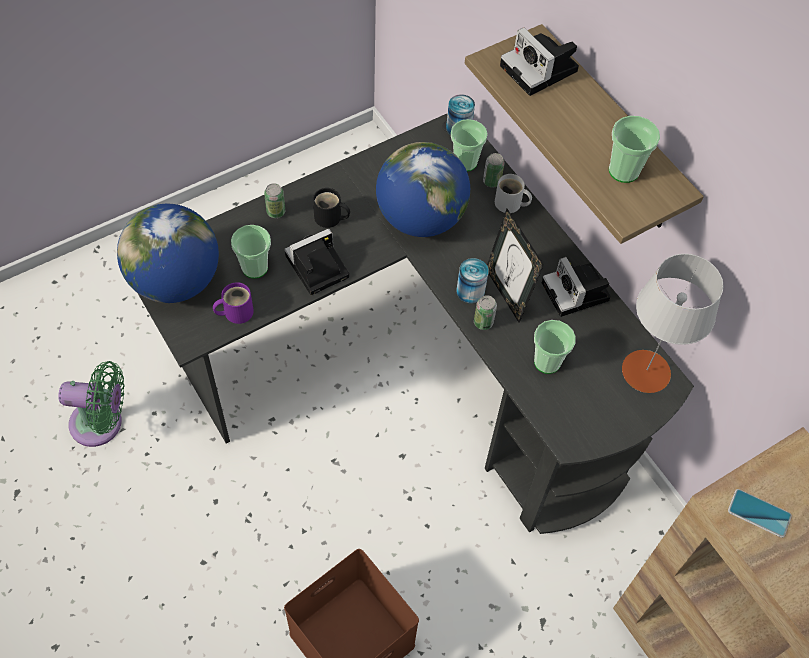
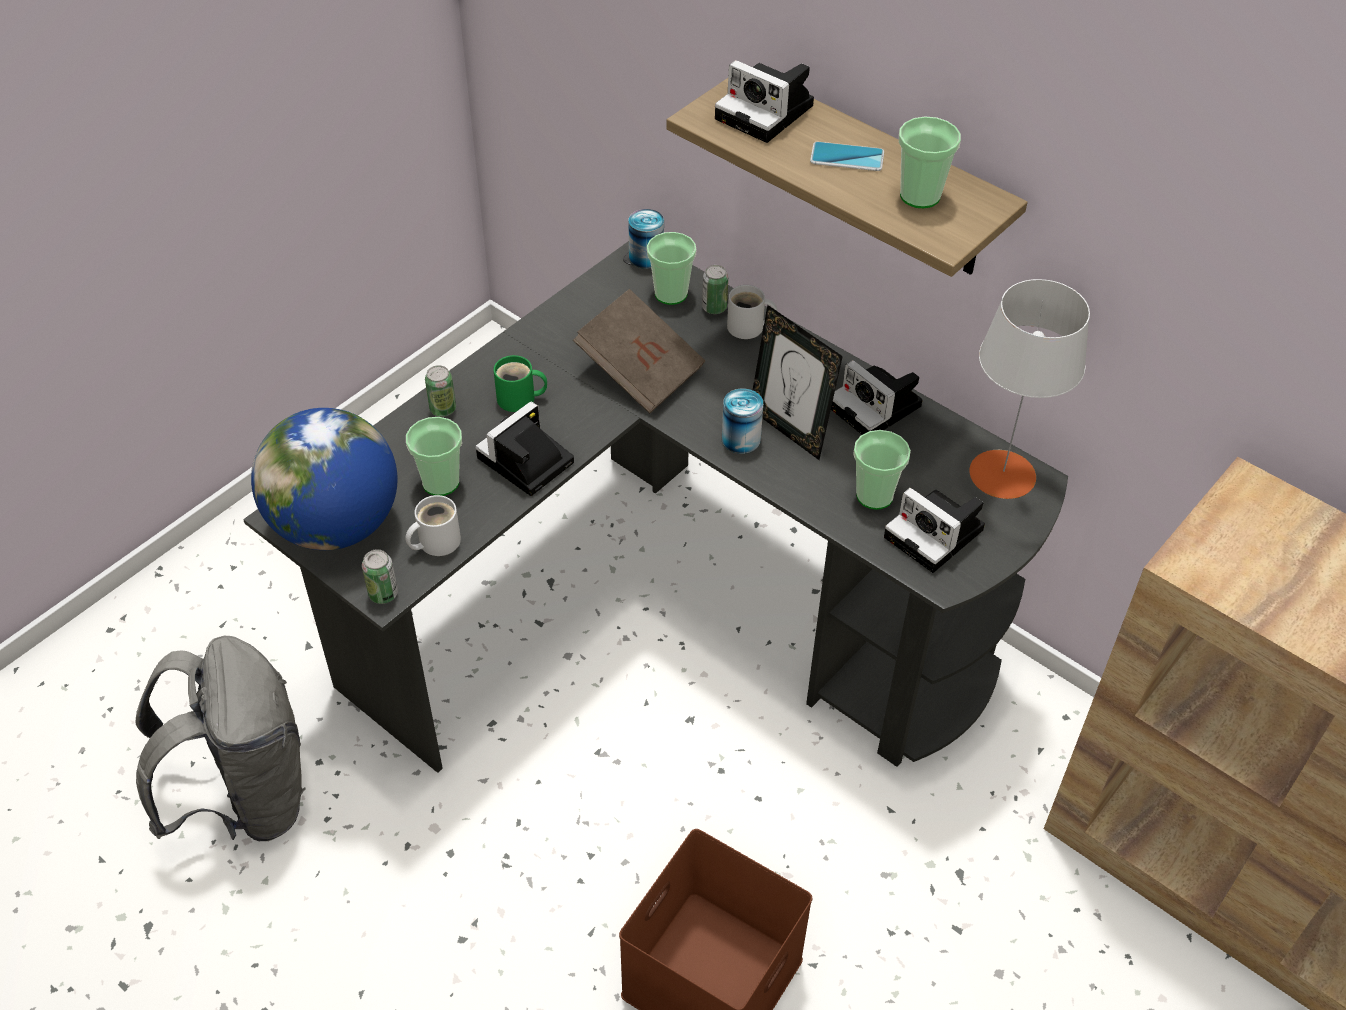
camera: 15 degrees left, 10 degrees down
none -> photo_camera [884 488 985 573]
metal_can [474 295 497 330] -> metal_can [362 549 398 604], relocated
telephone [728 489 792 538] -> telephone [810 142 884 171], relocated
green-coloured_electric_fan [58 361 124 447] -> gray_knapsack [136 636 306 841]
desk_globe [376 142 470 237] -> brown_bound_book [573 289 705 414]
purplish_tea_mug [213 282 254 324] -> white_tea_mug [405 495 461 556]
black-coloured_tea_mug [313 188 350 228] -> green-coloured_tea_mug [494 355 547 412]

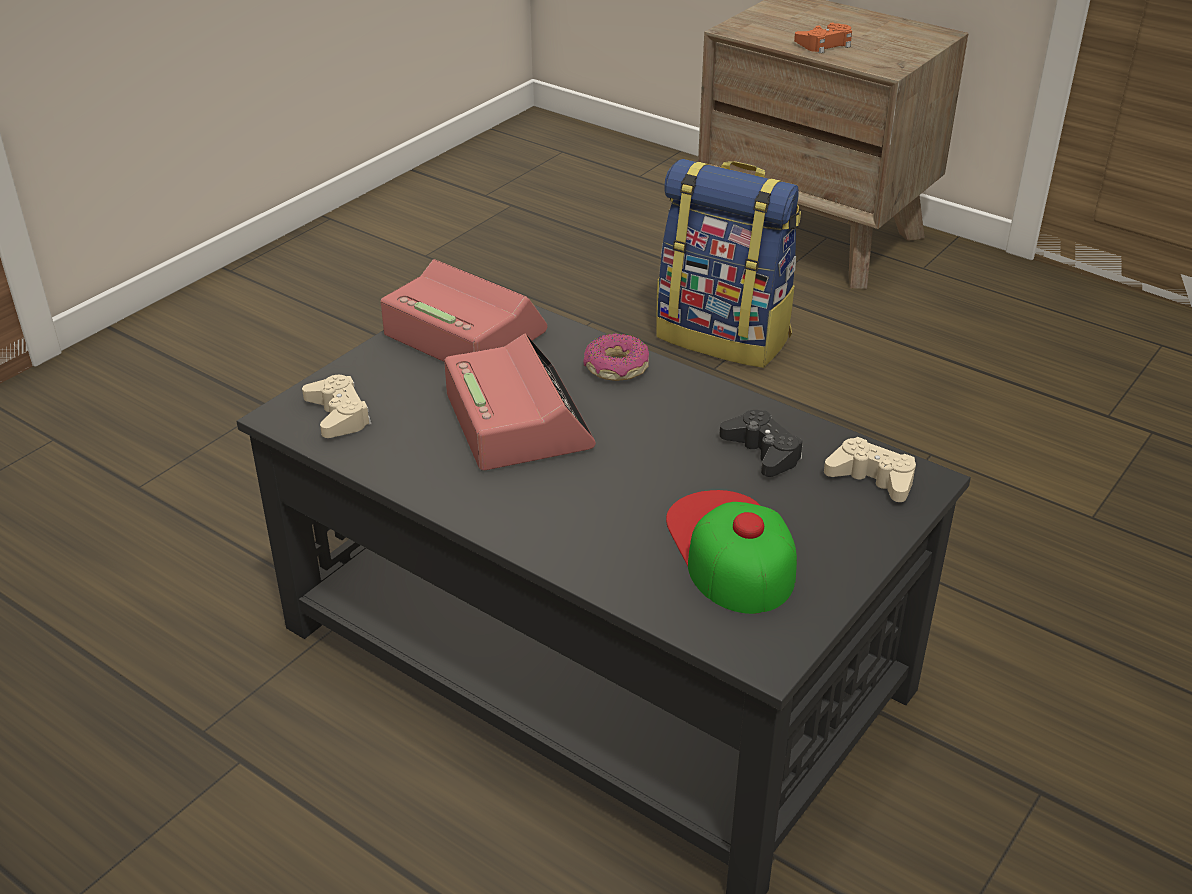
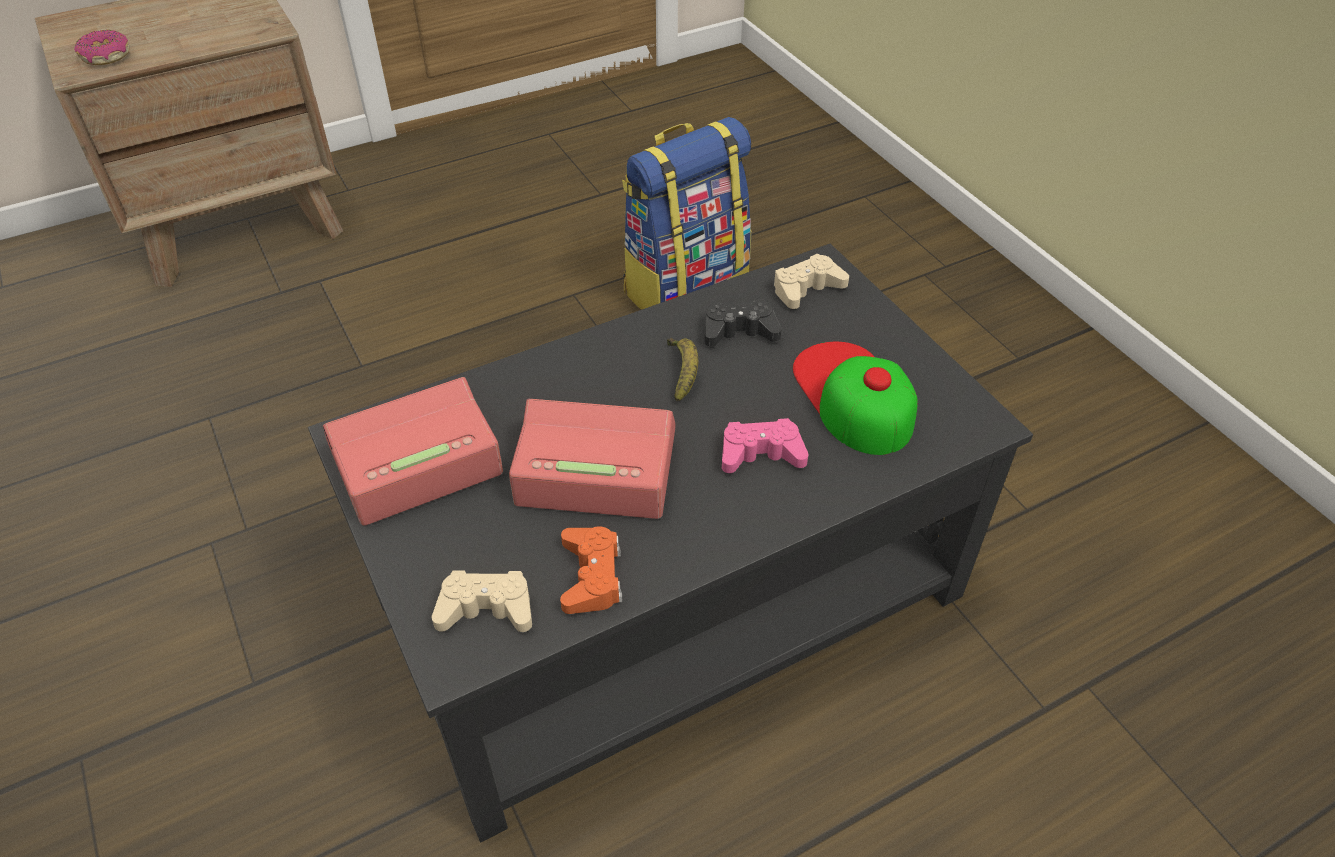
camera: 65 degrees left, 10 degrees up
none -> banana_fruit [667 338 698 401]
none -> pink_joypad [722 418 808 473]
donut [584 333 649 381] -> donut [74 30 130 65], relocated
knapsack [656 159 801 368] -> knapsack [622 117 752 310], relocated
orange_joypad [794 23 852 54] -> orange_joypad [560 526 622 614], relocated
baseball_cap [666 490 797 614] -> baseball_cap [793 342 918 455], 60 degrees clockwise

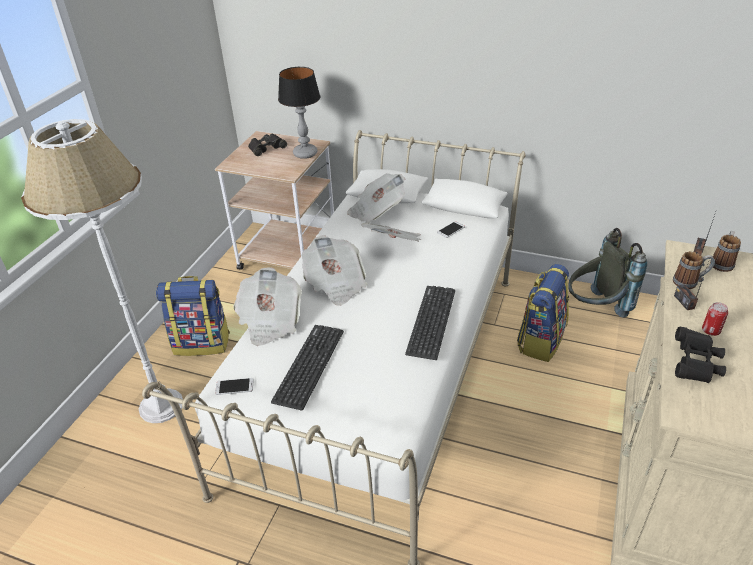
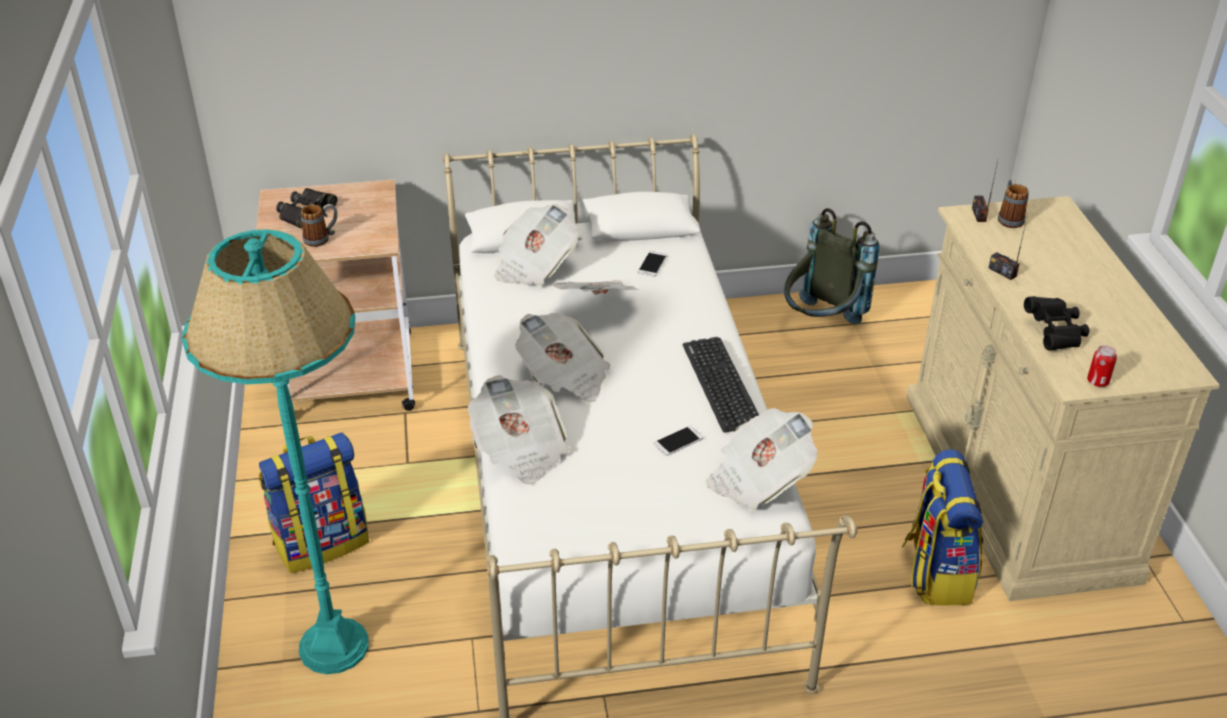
camera: 30 degrees left, 0 degrees up
PC_keyboard [271 325 344 410] -> none
tabletop_lamp [278 67 320 159] -> none
none -> daily_paper [706 408 817 510]
telephone [215 378 254 395] -> telephone [653 426 703 456], relocated
knapsack [517 264 569 362] -> knapsack [902 450 983 605], relocated
tea_mug [673 251 715 289] -> tea_mug [301 204 337 247], relocated
metal_can [702 302 728 336] -> metal_can [1087 345 1117 387], relocated
white_standing_lamp [21 119 183 423] -> turquoise_standing_lamp [181 229 369 674]

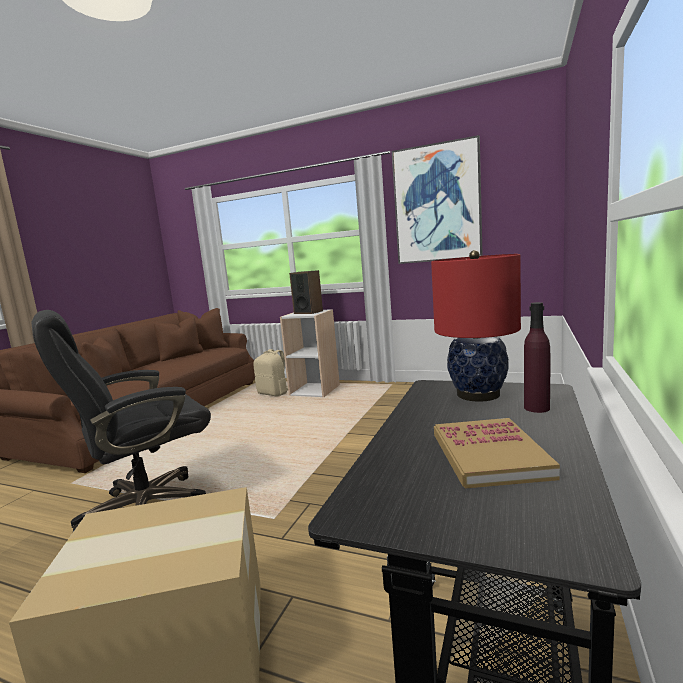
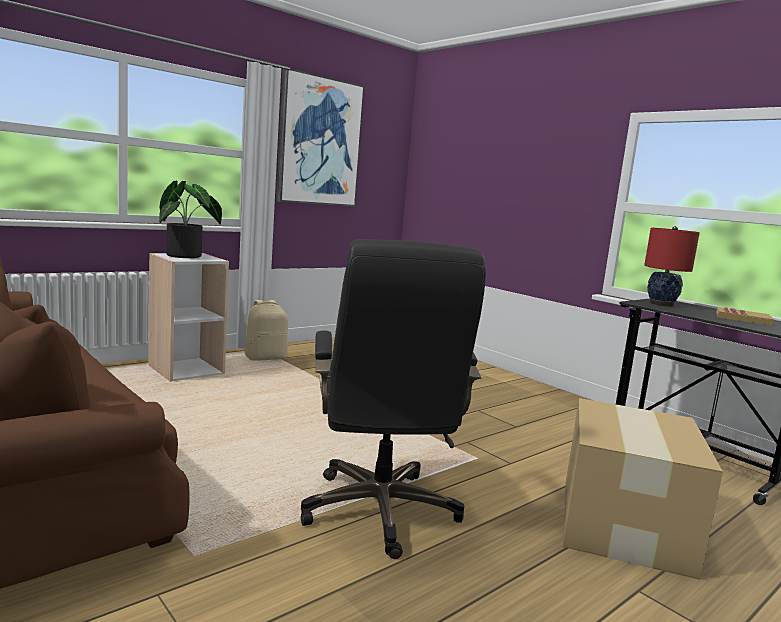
camera: 65 degrees left, 0 degrees up
purplish_drink_bottle [524 302 550 413] -> none
beige_knapsack [253 349 288 397] -> beige_knapsack [244 300 288 361], relocated
loudspeaker [289 270 323 314] -> plant_in_a_pot [159 181 222 258]

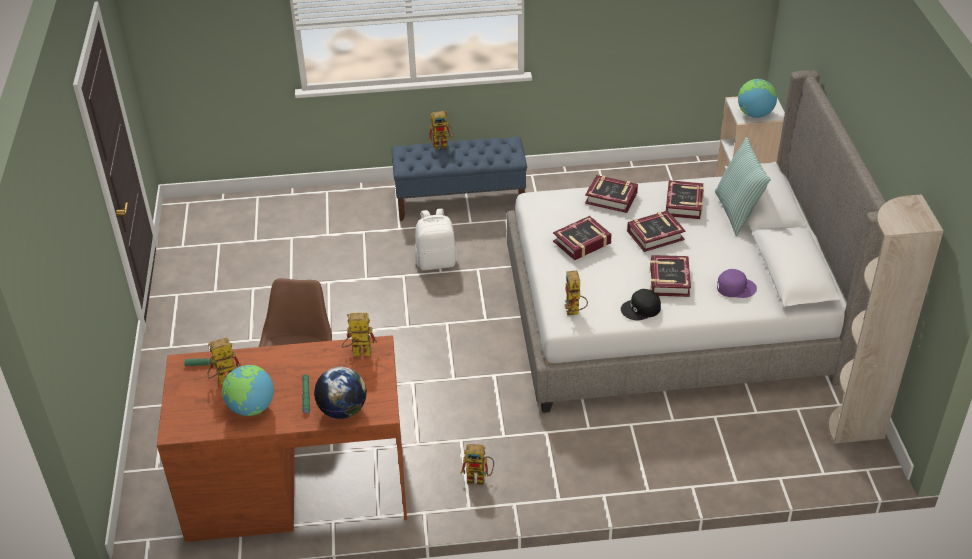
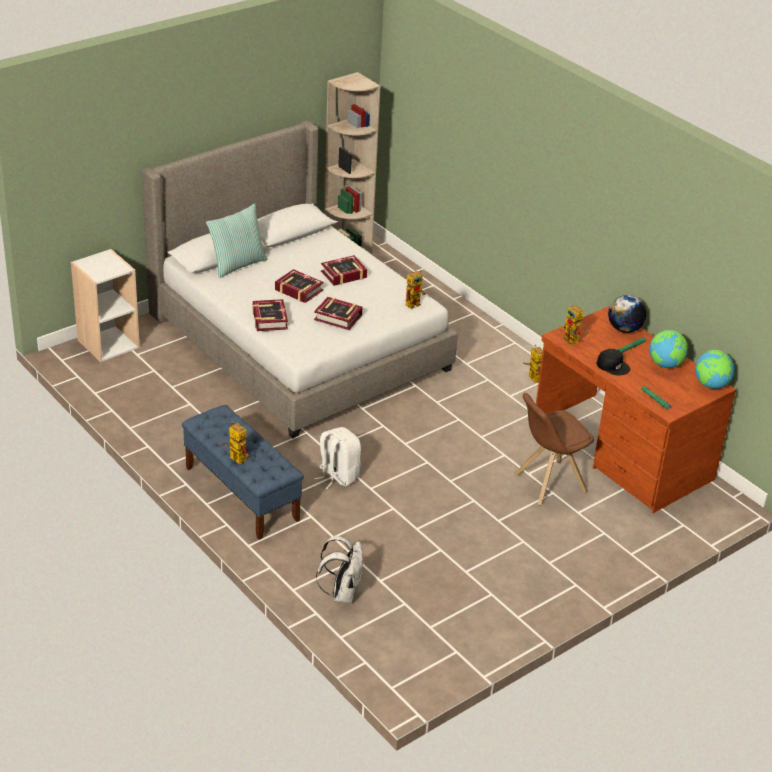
camera: 125 degrees left, 5 degrees down
model_robot [207 338 241 385] -> none
bound_book [666 180 704 219] -> none
purplish_baseball_cap [717 269 757 298] -> none
none -> white_knapsack [316 536 364 604]
black-coloured_baseball_cap [621 289 661 320] -> black-coloured_baseball_cap [596 349 630 376], relocated
desk_globe [738 79 777 118] -> desk_globe [695 350 735 389], relocated

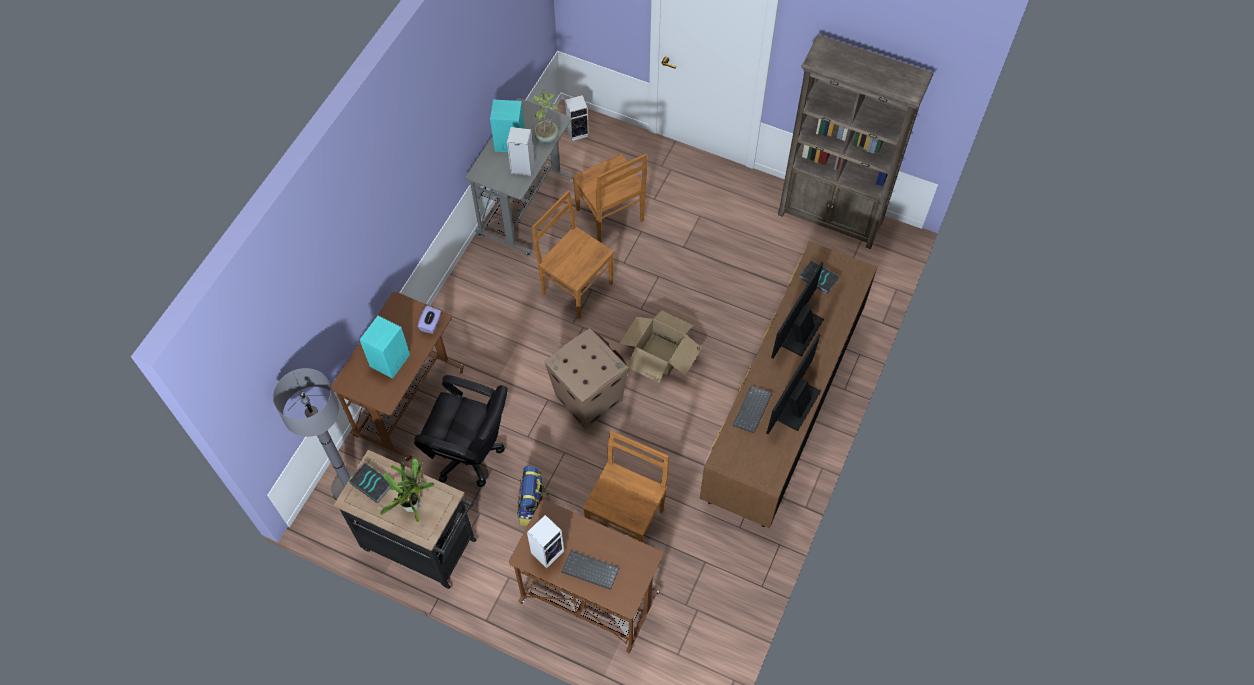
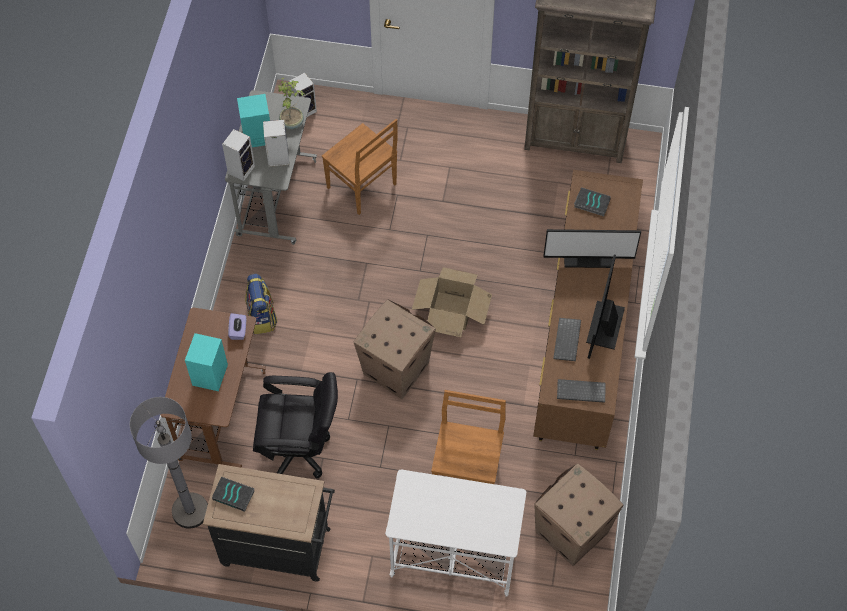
camera: 15 degrees left, 0 degrees up
plant_in_a_pot [380 456 434 522] -> none
brown_plain_chair [532 190 614 319] -> none
none -> packing_box [534 463 624 566]
knapsack [517 466 549 526] -> knapsack [245 274 277 334], relocated
loudspeaker [527 515 564 568] -> loudspeaker [222 129 255 181], relocated
PC_keyboard [561 550 619 590] -> PC_keyboard [557 379 606 403], relocated
brown_desk [509 500 663 653] -> white_desk [385 469 526 597]
monitor [771 261 824 359] -> monitor [544 229 641 268], 105 degrees counterclockwise

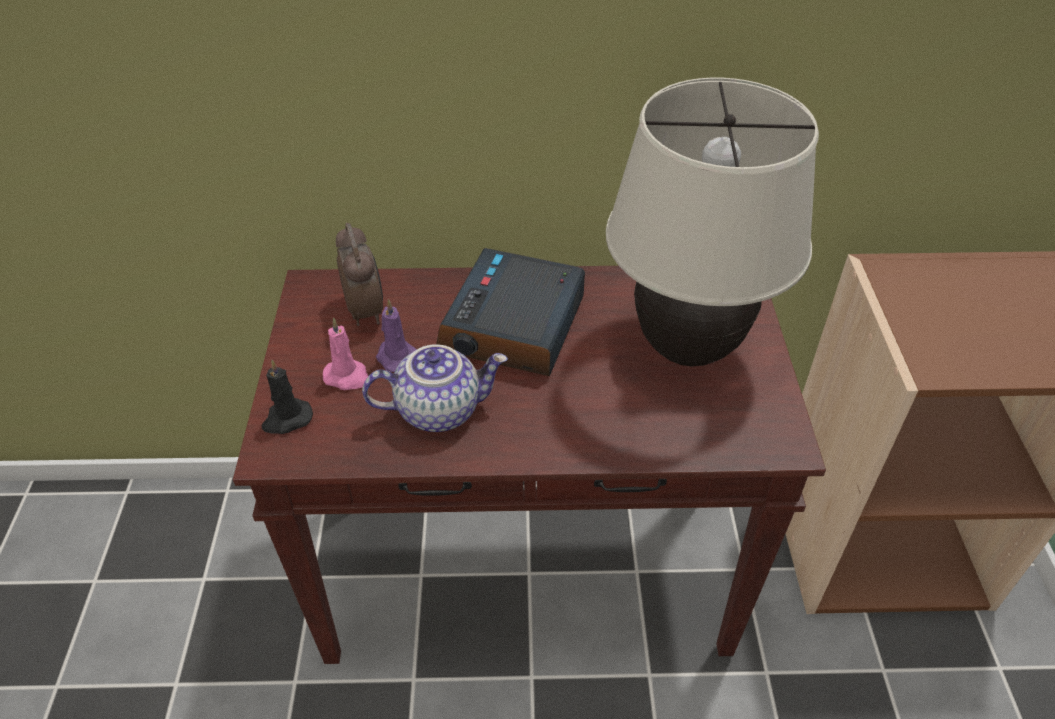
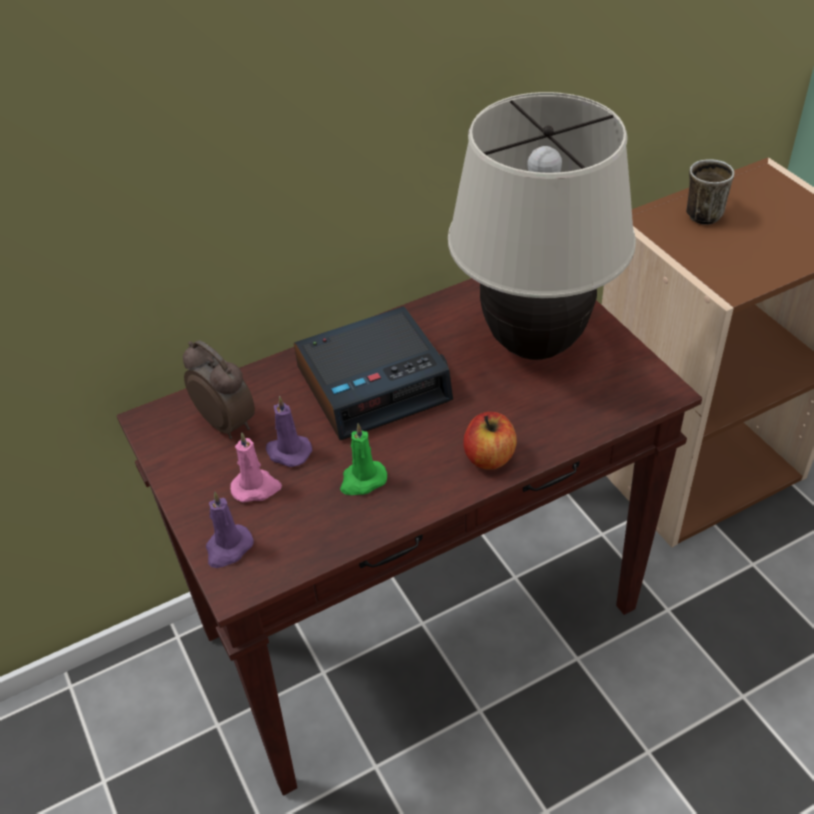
camera: 25 degrees left, 0 degrees up
none -> apple_fruit [463 412 517 470]
none -> tea_mug [686 159 735 225]
pot_for_tea [362 344 508 432] -> green-coloured_candle [340 423 387 495]
black-coloured_candle [262 360 313 434] -> purplish_candle [206 491 254 568]
bedside_clock [436 248 585 376] -> bedside_clock [294 306 453 440], 105 degrees counterclockwise

